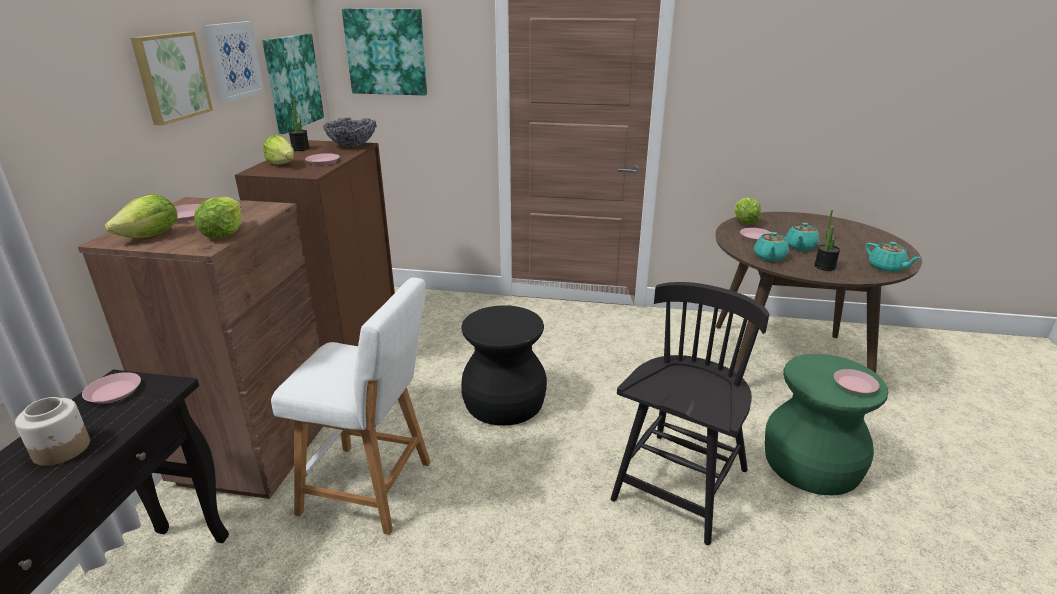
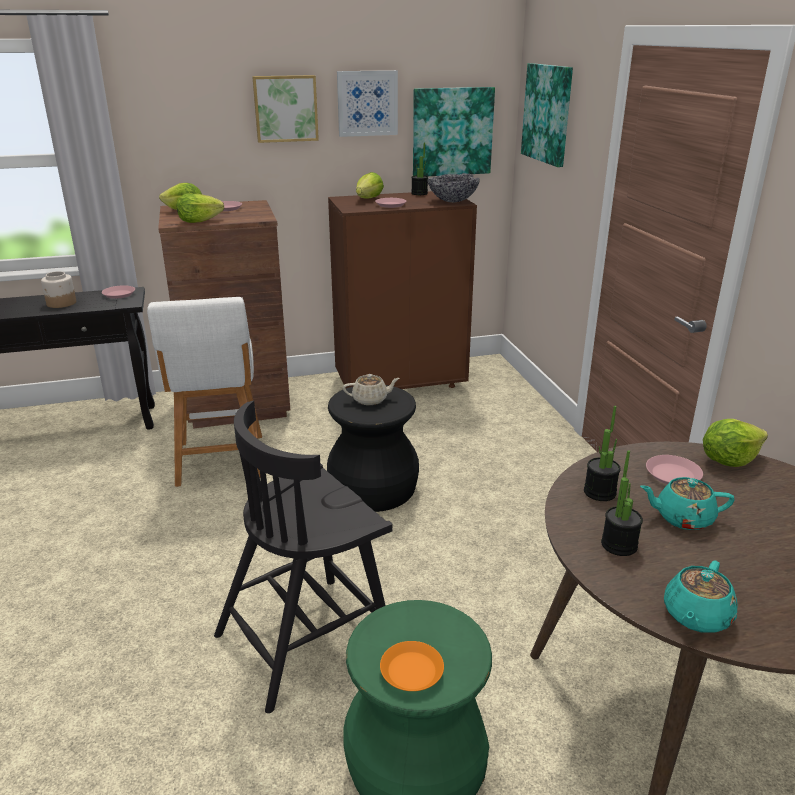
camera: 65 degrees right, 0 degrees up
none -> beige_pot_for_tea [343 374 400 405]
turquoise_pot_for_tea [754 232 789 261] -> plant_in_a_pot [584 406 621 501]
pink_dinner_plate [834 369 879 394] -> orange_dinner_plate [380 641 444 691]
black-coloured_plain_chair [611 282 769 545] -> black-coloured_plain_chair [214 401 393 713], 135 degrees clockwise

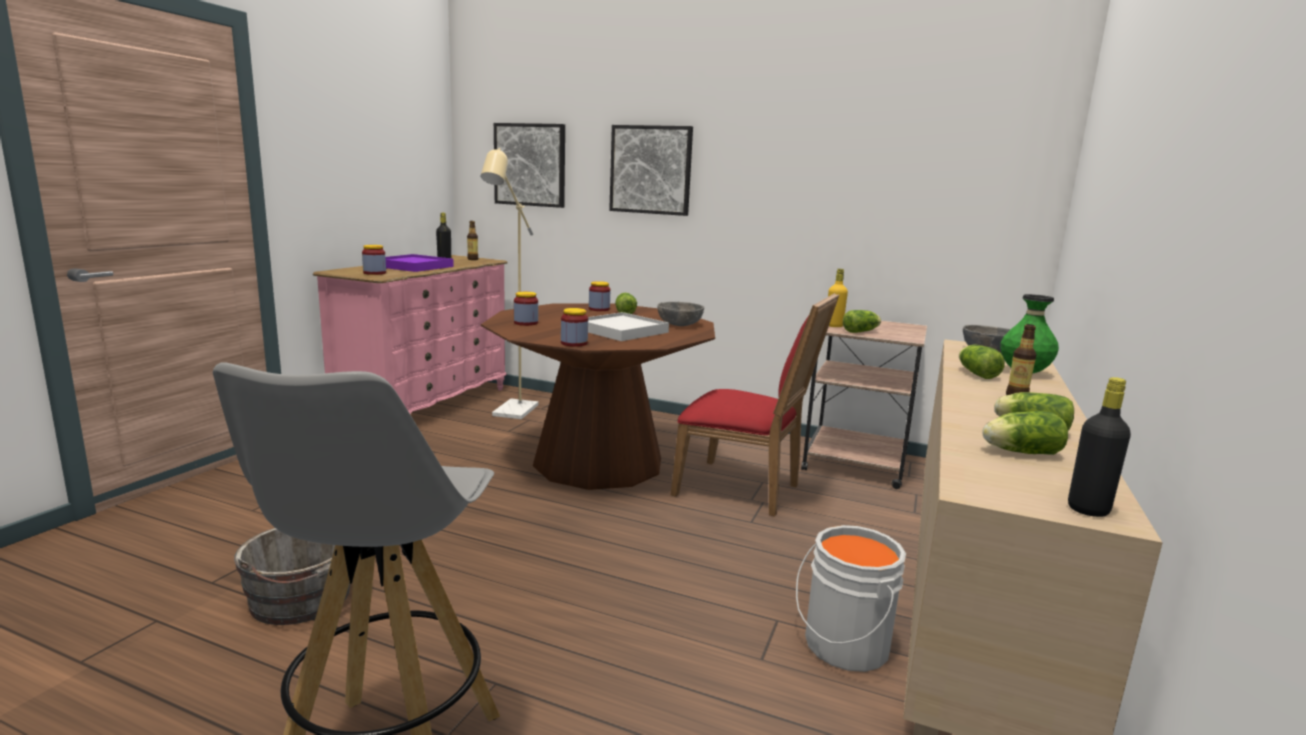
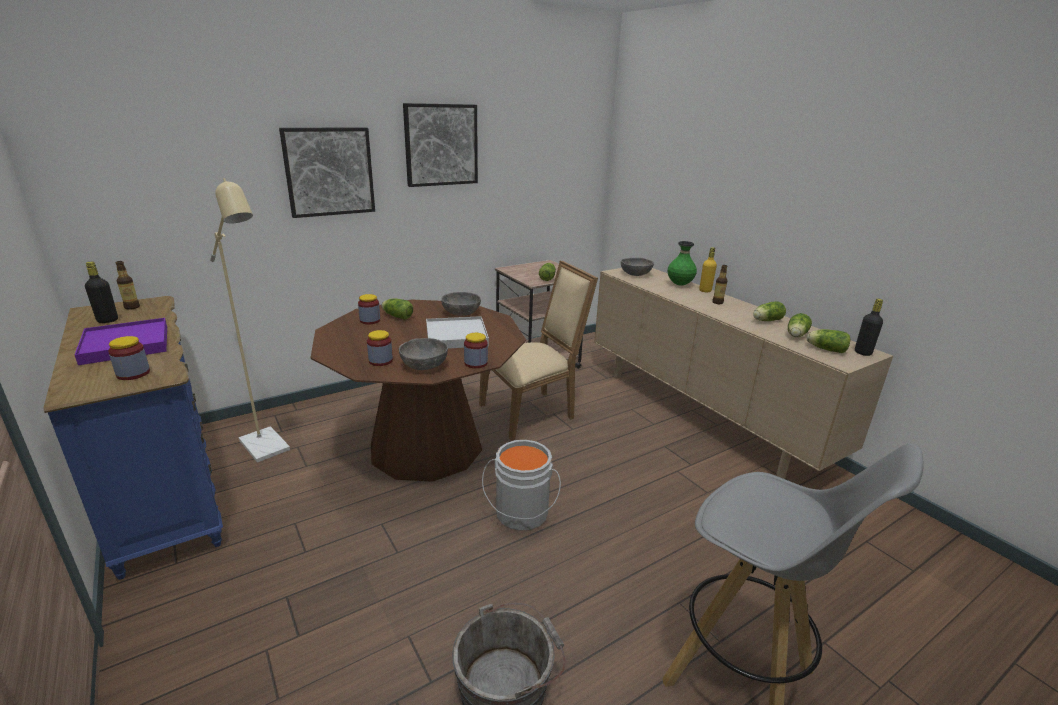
camera: 55 degrees left, 10 degrees up
none -> gray_deep_dish [399 338 448 370]
picture [494 123 565 208] -> picture [403 103 478 187], relocated
gray_pail [796 525 906 672] -> gray_pail [482 440 561 531], relocated
yellowish_drink_bottle [828 269 848 327] -> yellowish_drink_bottle [699 247 717 292], relocated
lettuce_head [959 345 1005 379] -> lettuce_head [807 329 850 353], relocated
pink_dresser [313 255 508 414] -> bluish_dresser [43 296 223 580]
reddish_plain_chair [671 293 839 517] -> beige_plain_chair [479 260 598 440]

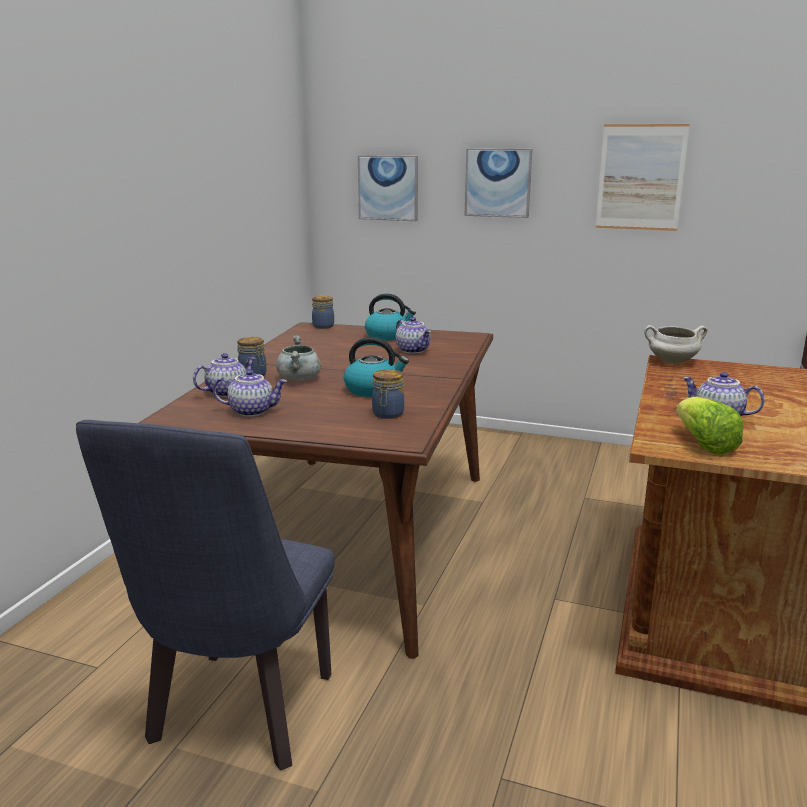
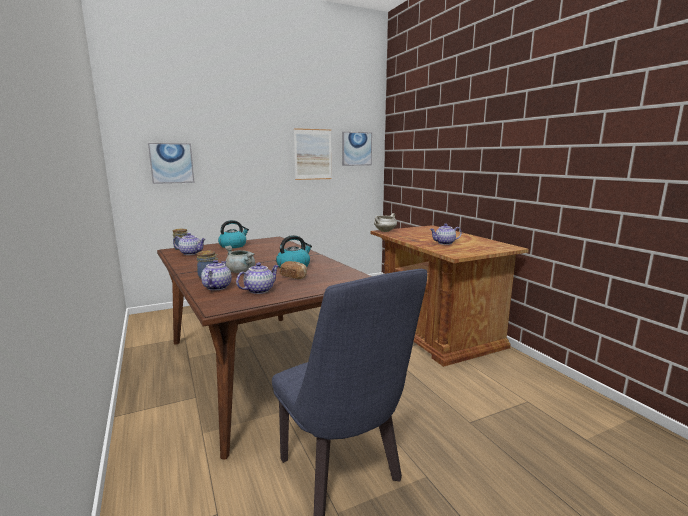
camera: 45 degrees left, 5 degrees down
jar [372 369 404 419] -> none
lettuce_head [676 396 744 455] -> none
none -> bakery_bread [279 261 307 279]
pot_for_tea [396 317 431 354] -> pot_for_tea [173 233 206 255], relocated
picture [465 148 532 218] -> picture [342 132 372 166], relocated

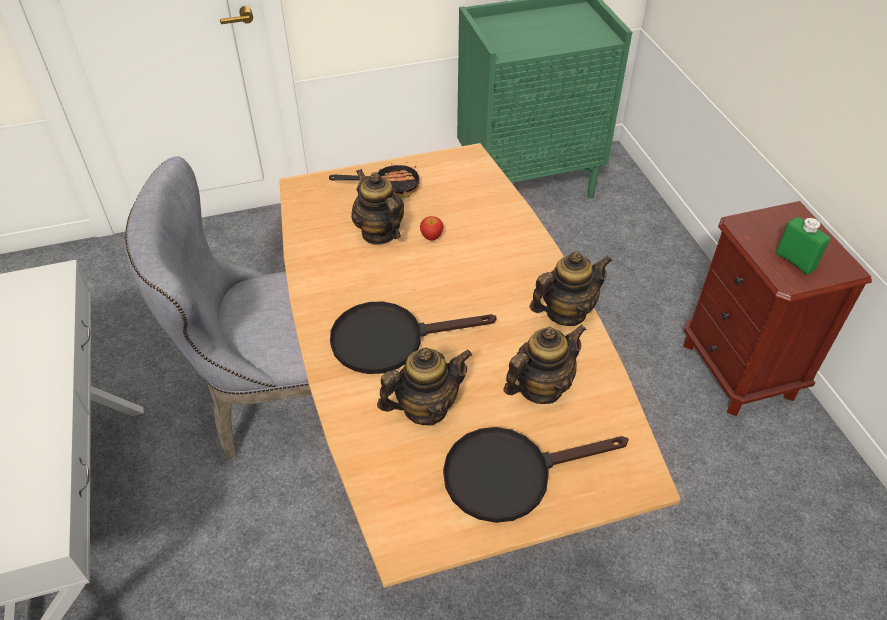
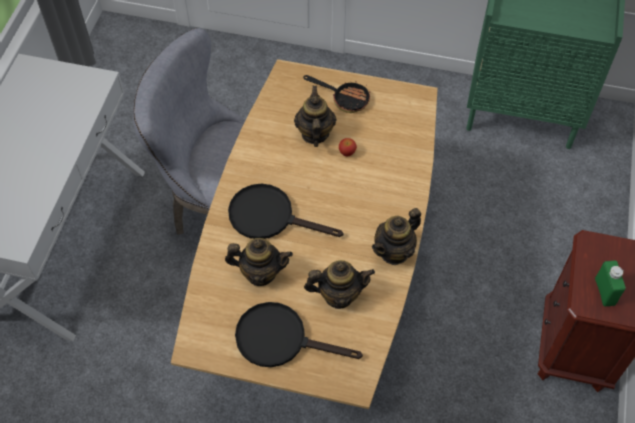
camera: 30 degrees right, 10 degrees up
pot_for_tea [530 251 613 326] -> pot_for_tea [372 208 421 265], 135 degrees clockwise

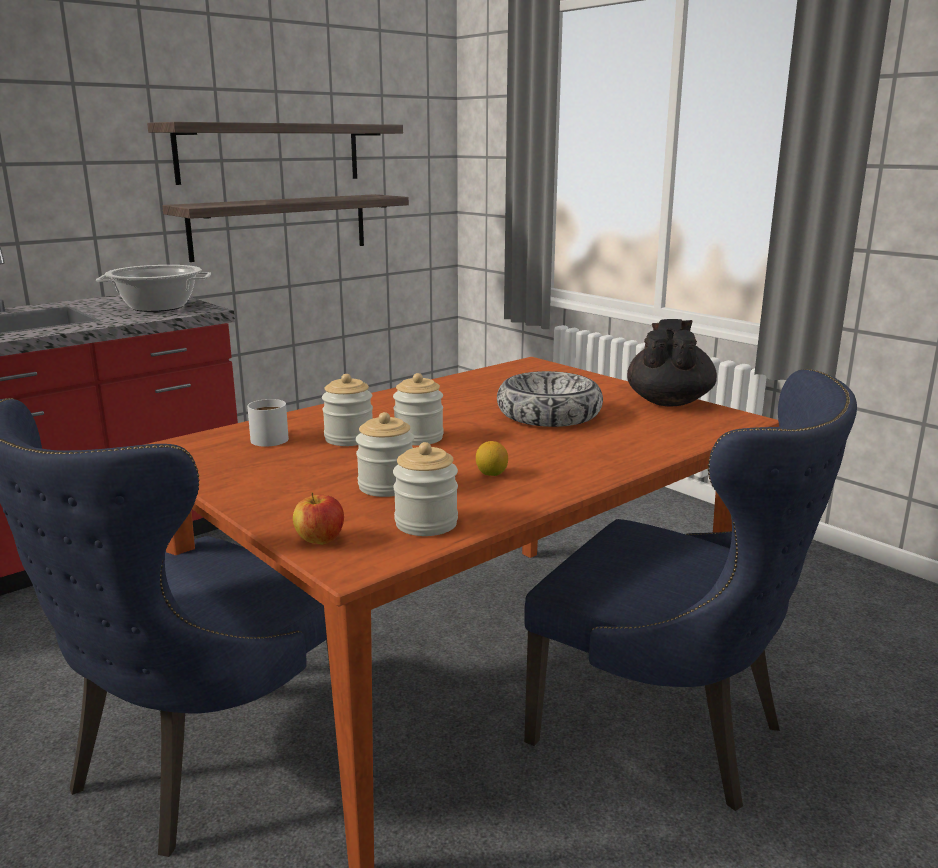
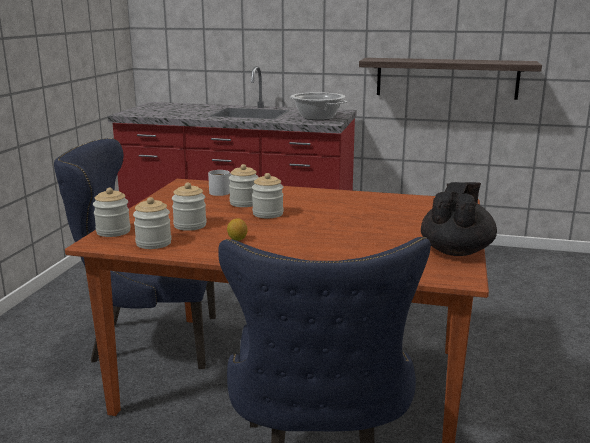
camera: 55 degrees right, 0 degrees up
shelf [147 122 403 185] -> none
deep_dish [497 371 603 427] -> none
apple_fruit [293 493 344 545] -> jar [93 188 131 237]
black-coloured_pot_for_tea [627 319 717 406] -> black-coloured_pot_for_tea [421 182 497 256], 45 degrees counterclockwise

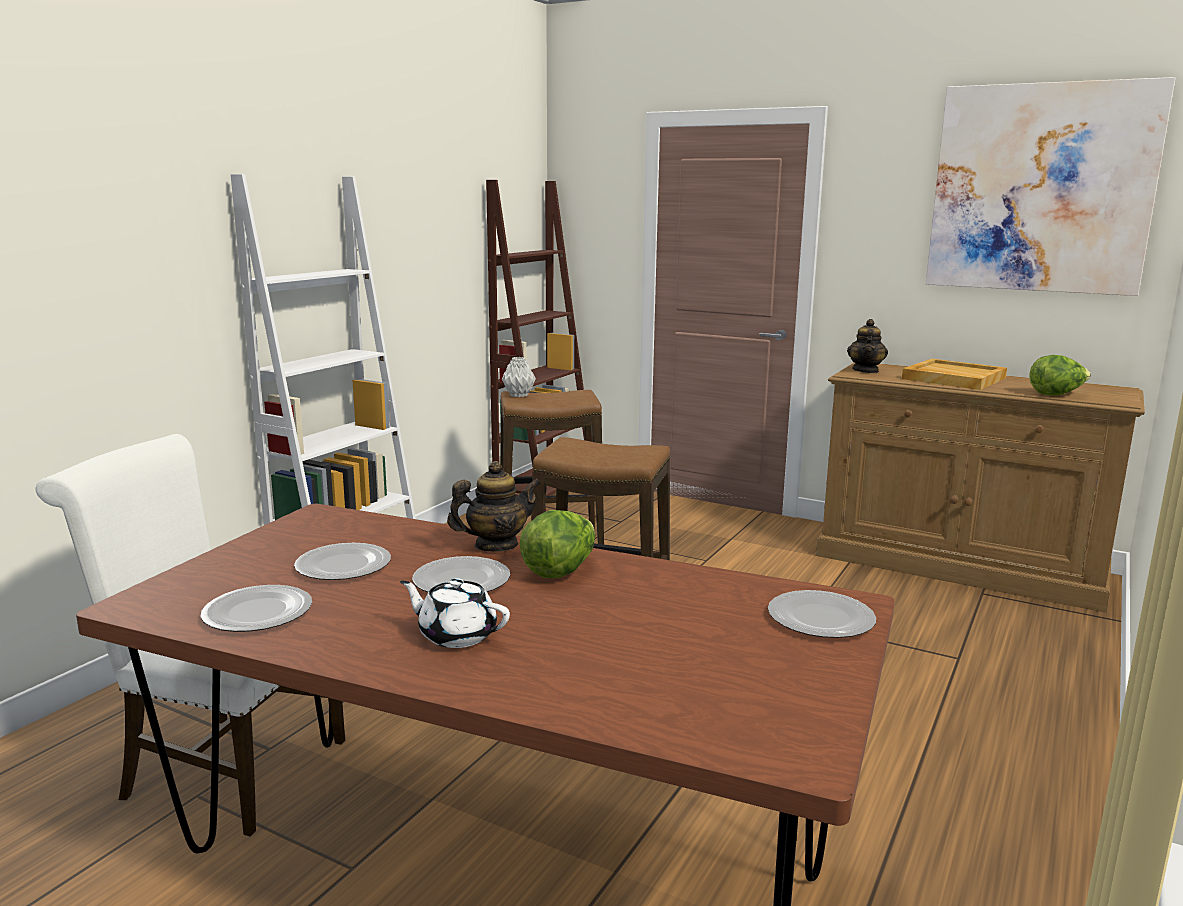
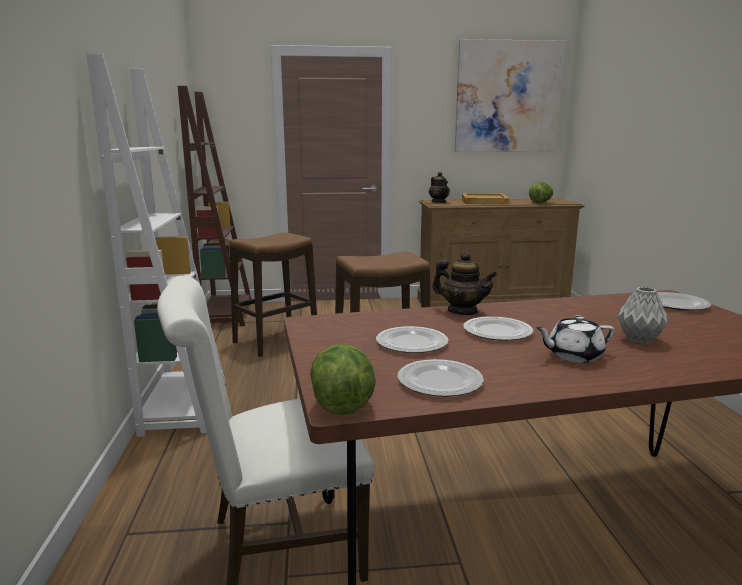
camera: 35 degrees left, 0 degrees up
gray_vase [502 357 536 397] -> gray_vase [617 287 669 344], relocated
lettuce_head [520 510 595 578] -> lettuce_head [310 344 376 415], relocated
pot_for_tea [447 461 541 552] -> pot_for_tea [432 252 497 315], 90 degrees clockwise

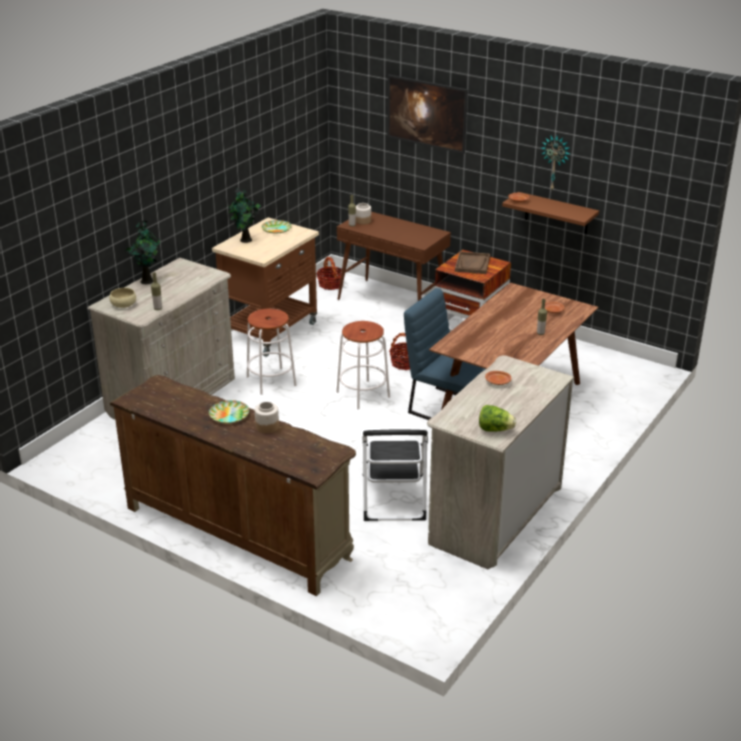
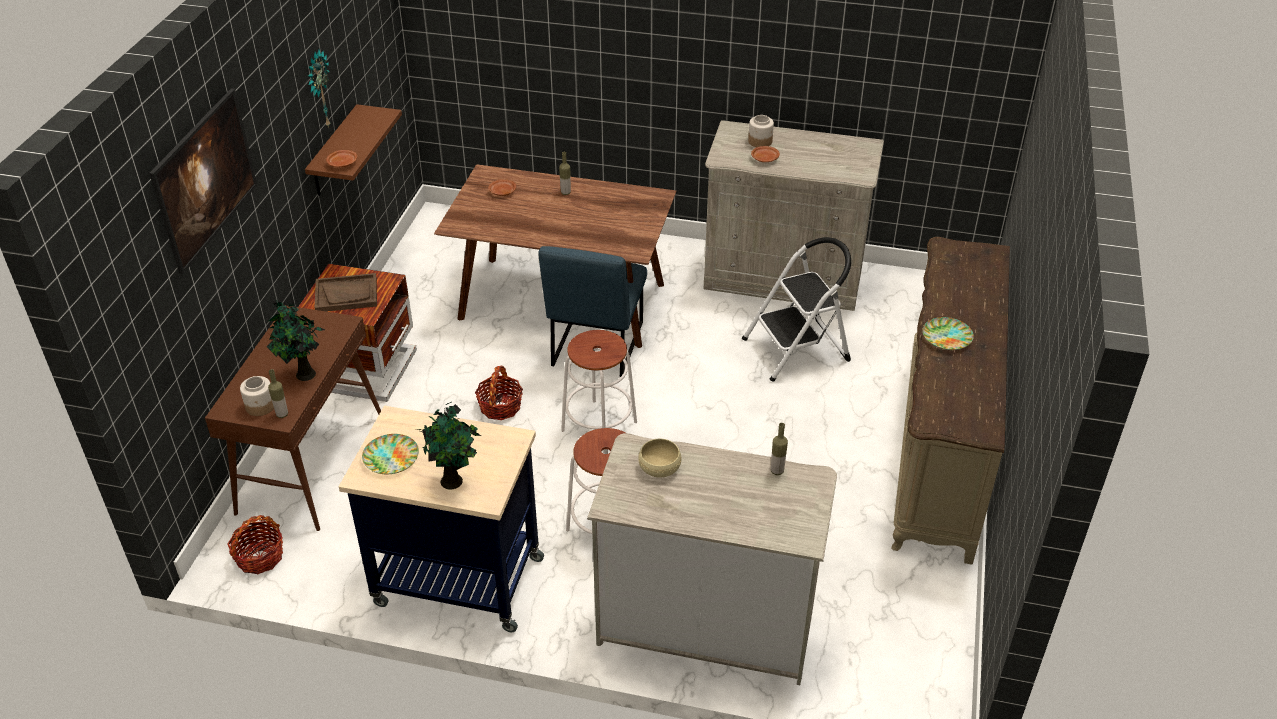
camera: 110 degrees left, 10 degrees up
lettuce_head [479 405 516 432] -> none
beige_deep_dish [110 288 136 308] -> beige_deep_dish [638 439 681 478], relocated
plant_in_a_pot [126 221 160 284] -> plant_in_a_pot [267 300 325 381], relocated
jar [255 402 279 433] -> jar [748 115 774 147], relocated
brown_wheeled_cart [212 218 319 357] -> bluish_wheeled_cart [339 406 544 632]

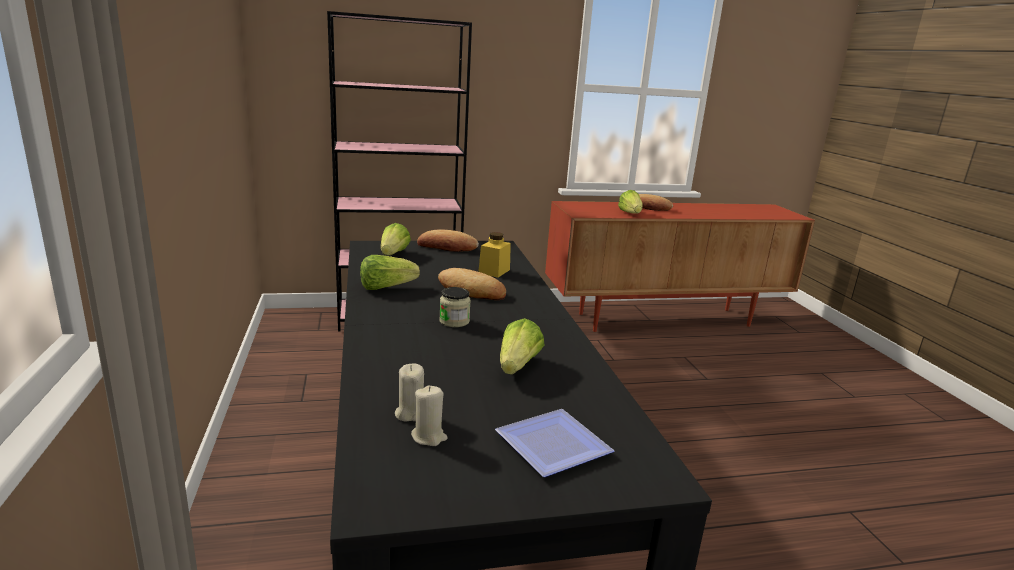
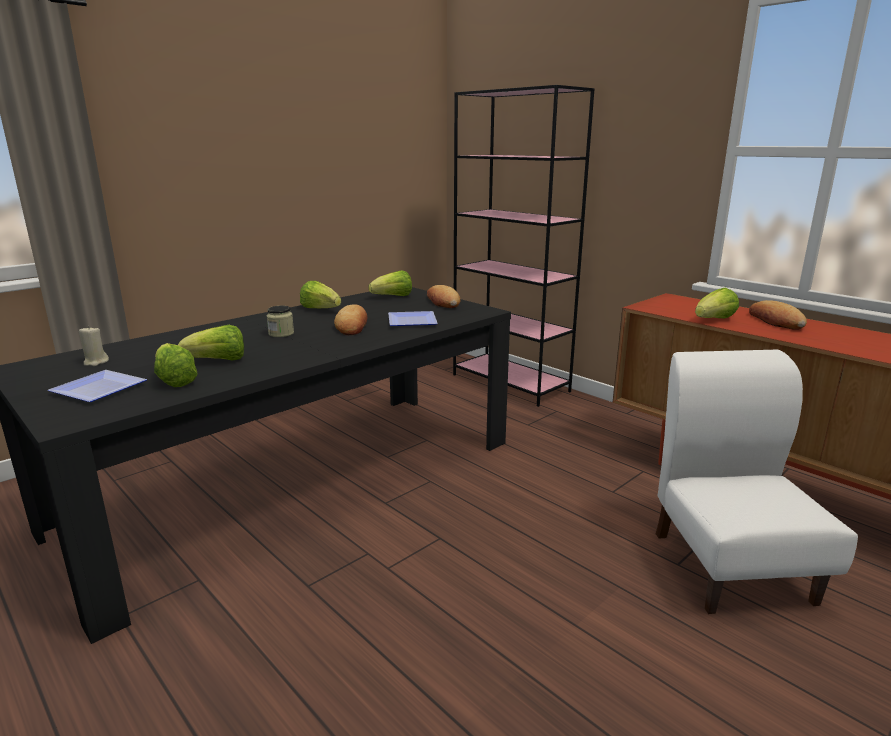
camera: 60 degrees right, 0 degrees up
beige_candle [395 363 424 421] -> none
none -> lettuce_head [154 343 197 387]
none -> white_plain_chair [655 350 858 614]
yellowish_jar [478 232 511 278] -> dinner_plate [388 311 438 326]

